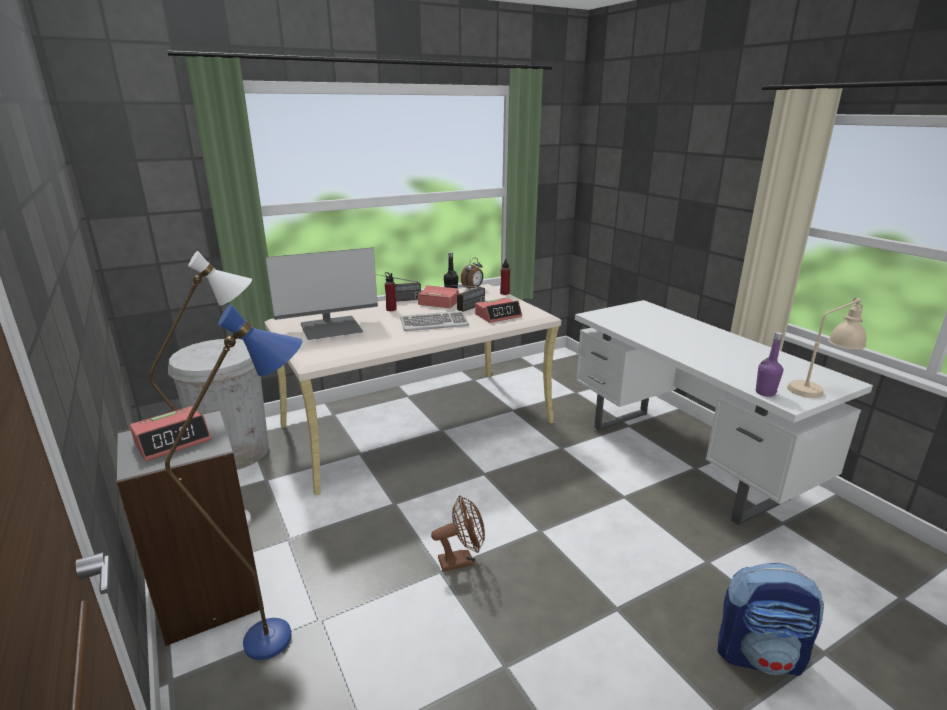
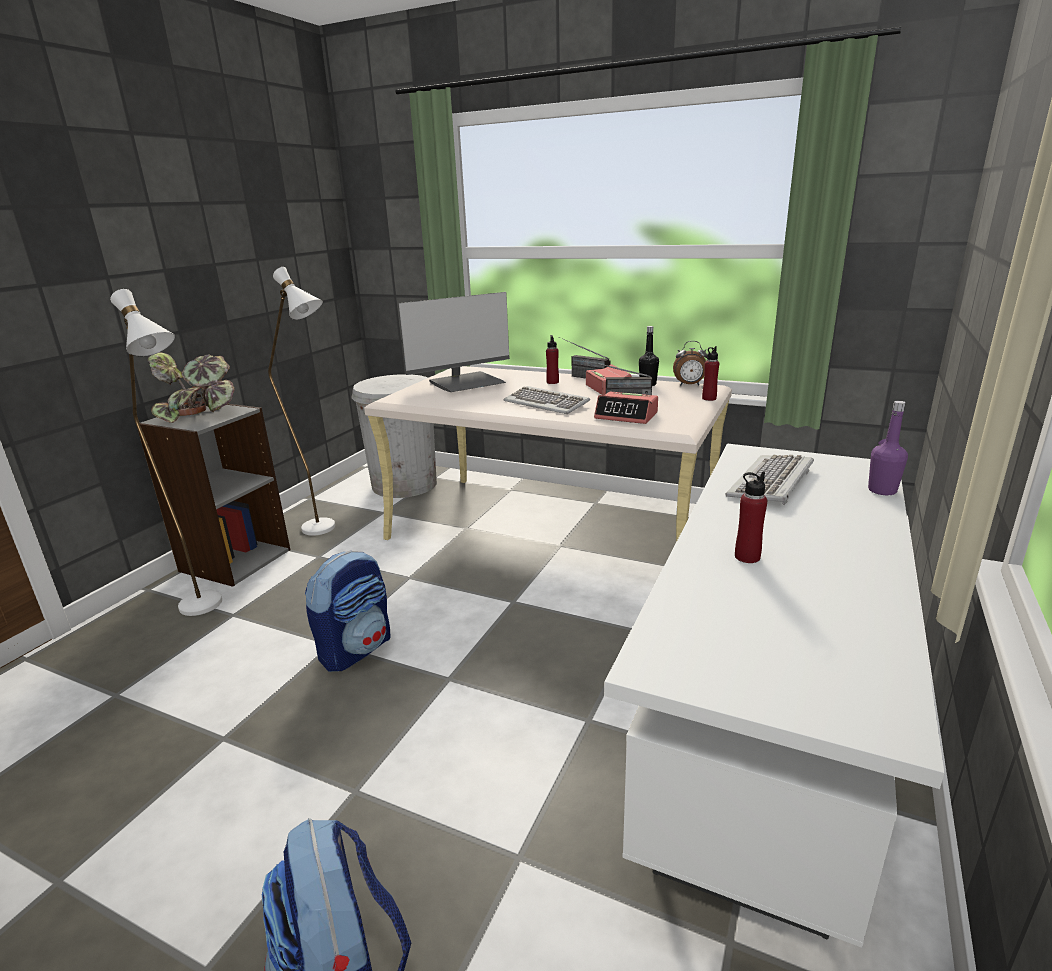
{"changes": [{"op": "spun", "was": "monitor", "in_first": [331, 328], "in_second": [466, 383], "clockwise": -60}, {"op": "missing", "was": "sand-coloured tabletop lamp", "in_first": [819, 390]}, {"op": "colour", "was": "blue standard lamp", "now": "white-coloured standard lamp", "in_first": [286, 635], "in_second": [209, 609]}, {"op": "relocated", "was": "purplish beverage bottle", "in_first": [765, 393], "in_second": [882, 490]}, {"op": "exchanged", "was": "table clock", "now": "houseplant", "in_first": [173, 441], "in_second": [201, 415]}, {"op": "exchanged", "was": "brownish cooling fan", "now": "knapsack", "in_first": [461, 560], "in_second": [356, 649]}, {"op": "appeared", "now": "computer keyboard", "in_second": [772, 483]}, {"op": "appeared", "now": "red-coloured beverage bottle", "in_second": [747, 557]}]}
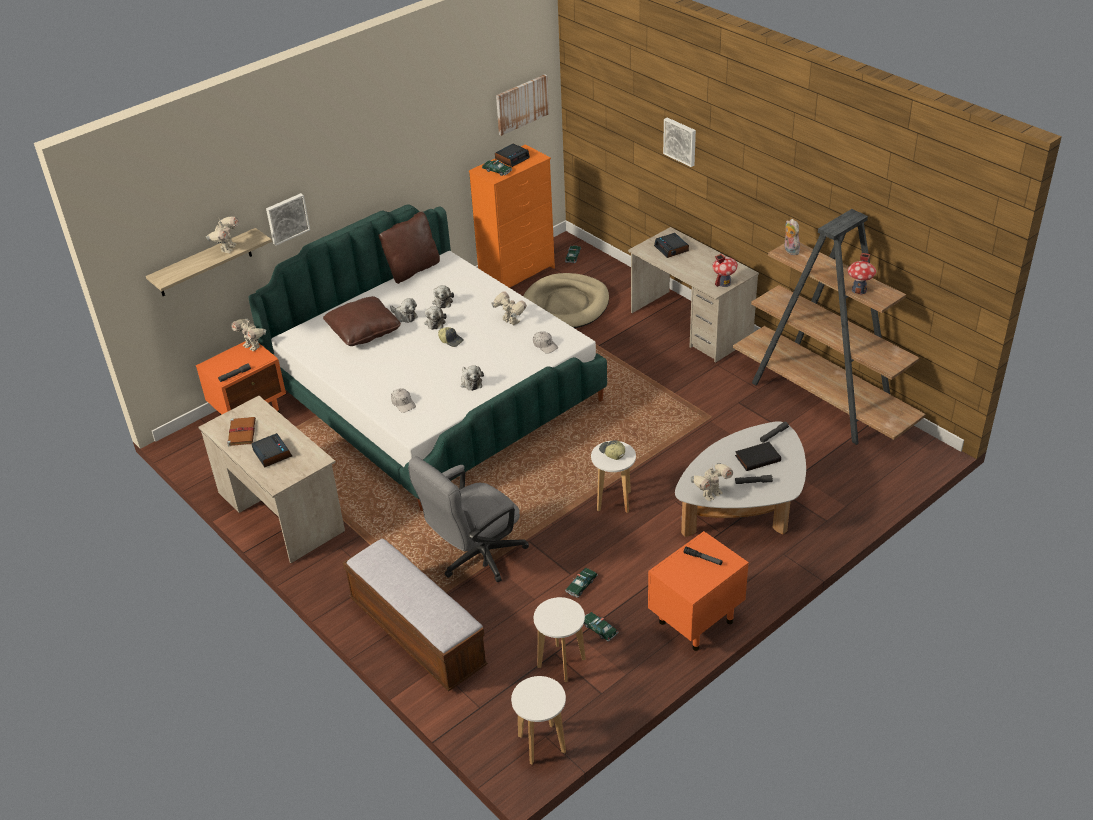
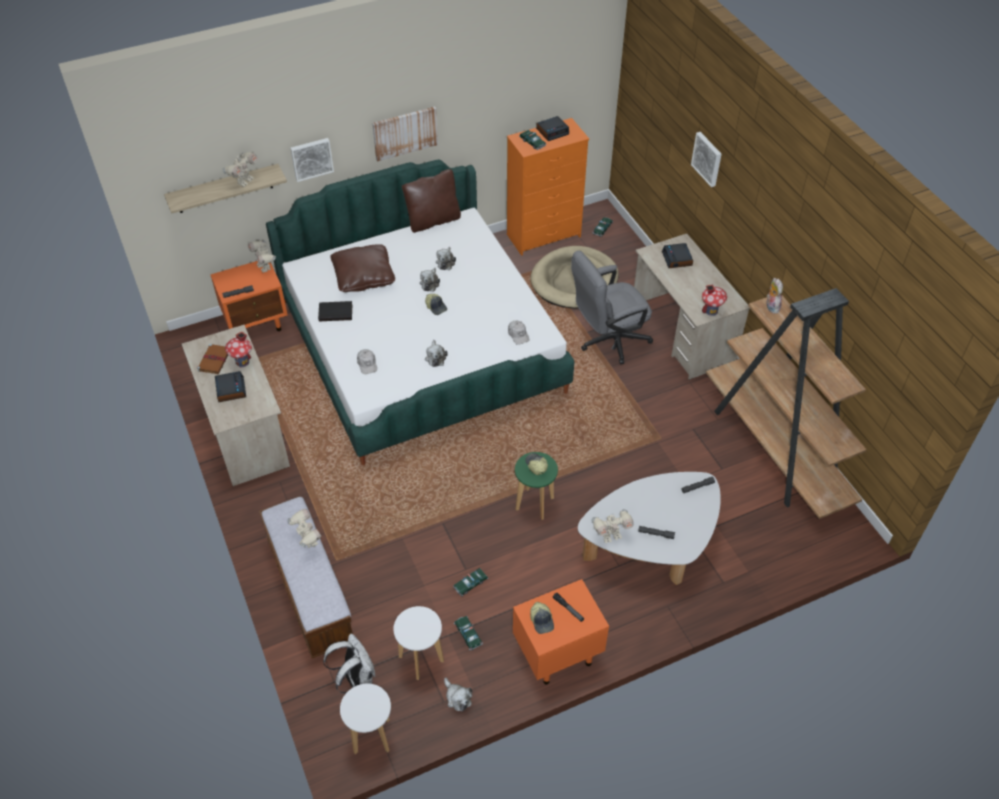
{"changes": [{"op": "relocated", "was": "wall art", "in_first": [522, 104], "in_second": [405, 133]}, {"op": "relocated", "was": "toy house", "in_first": [859, 290], "in_second": [242, 362]}, {"op": "relocated", "was": "robot figure", "in_first": [510, 322], "in_second": [308, 541]}, {"op": "relocated", "was": "soft toy", "in_first": [404, 316], "in_second": [457, 698]}, {"op": "colour", "was": "white-coloured stool seat", "now": "green-coloured stool seat", "in_first": [614, 501], "in_second": [534, 504]}, {"op": "relocated", "was": "black book", "in_first": [757, 457], "in_second": [336, 312]}, {"op": "relocated", "was": "gray desk chair", "in_first": [474, 558], "in_second": [607, 341]}, {"op": "appeared", "now": "baseball cap", "in_second": [542, 620]}, {"op": "appeared", "now": "white-coloured knapsack", "in_second": [356, 679]}]}
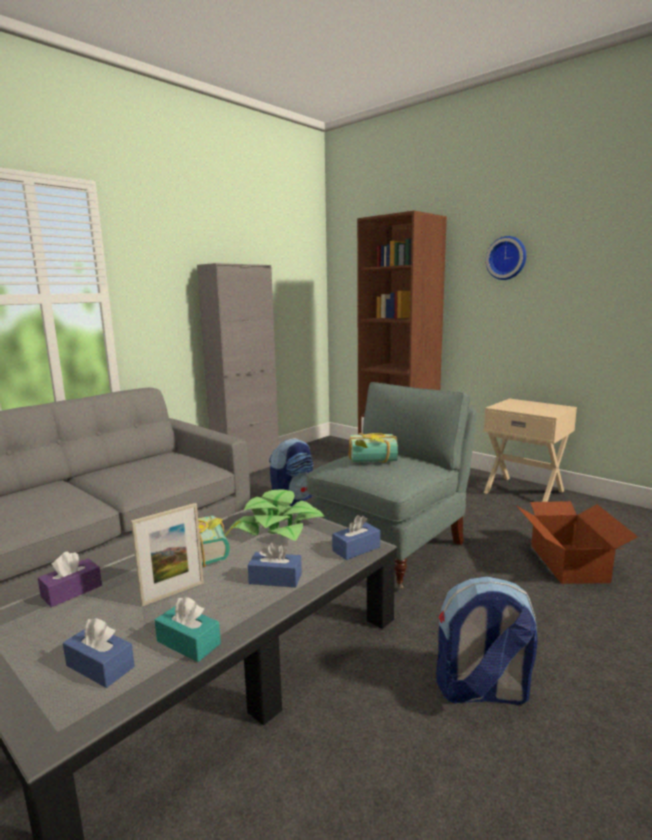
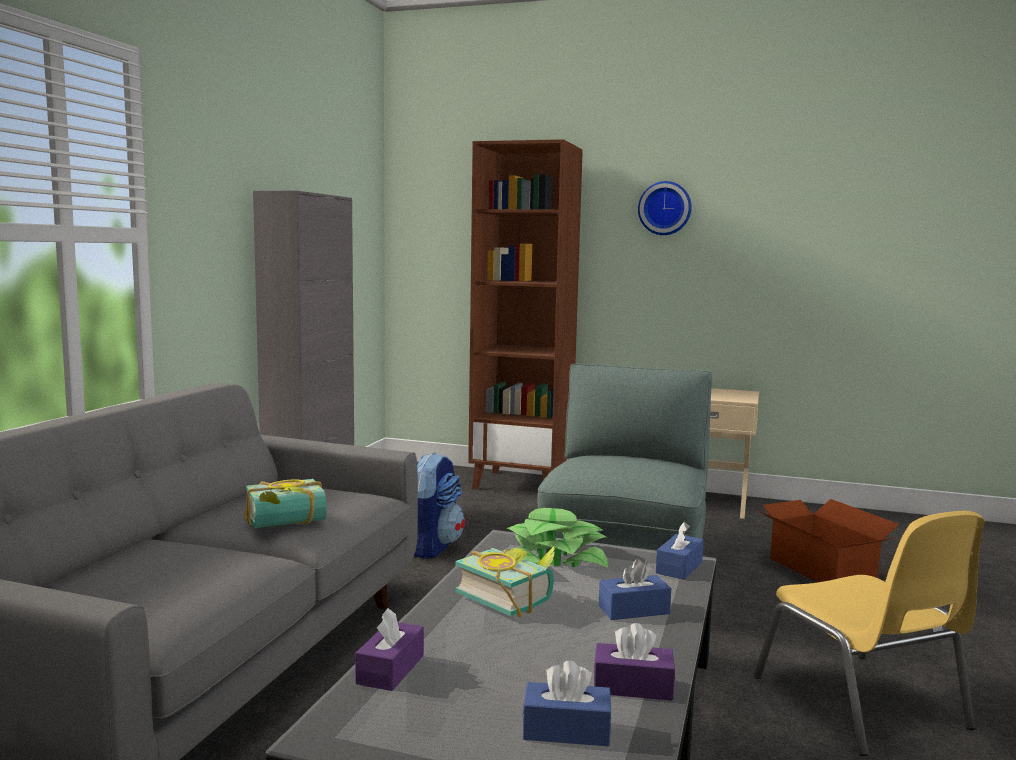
{"changes": [{"op": "relocated", "was": "book", "in_first": [373, 461], "in_second": [287, 524]}, {"op": "missing", "was": "standing frame", "in_first": [173, 593]}, {"op": "exchanged", "was": "knapsack", "now": "yellow-coloured chair", "in_first": [481, 692], "in_second": [862, 703]}, {"op": "colour", "was": "turquoise-coloured box of tissues", "now": "purplish box of tissues", "in_first": [188, 642], "in_second": [633, 686]}]}
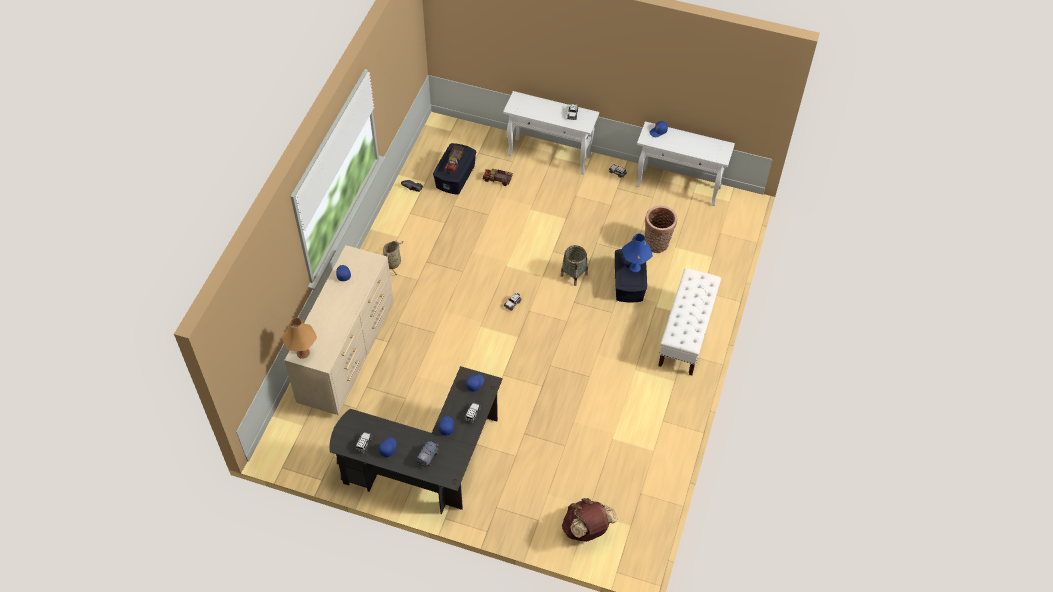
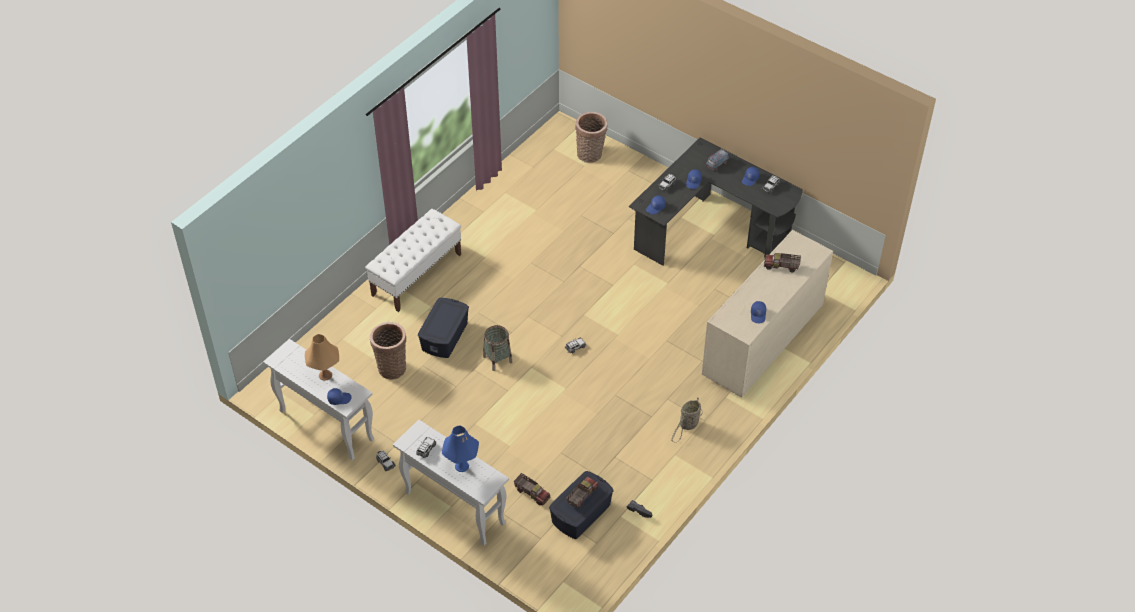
{"changes": [{"op": "relocated", "was": "blue tabletop lamp", "in_first": [635, 267], "in_second": [462, 466]}, {"op": "relocated", "was": "orangey tabletop lamp", "in_first": [303, 353], "in_second": [325, 375]}, {"op": "exchanged", "was": "brownish knapsack", "now": "storage basket", "in_first": [587, 530], "in_second": [591, 155]}, {"op": "appeared", "now": "toy lorry", "in_second": [781, 266]}]}
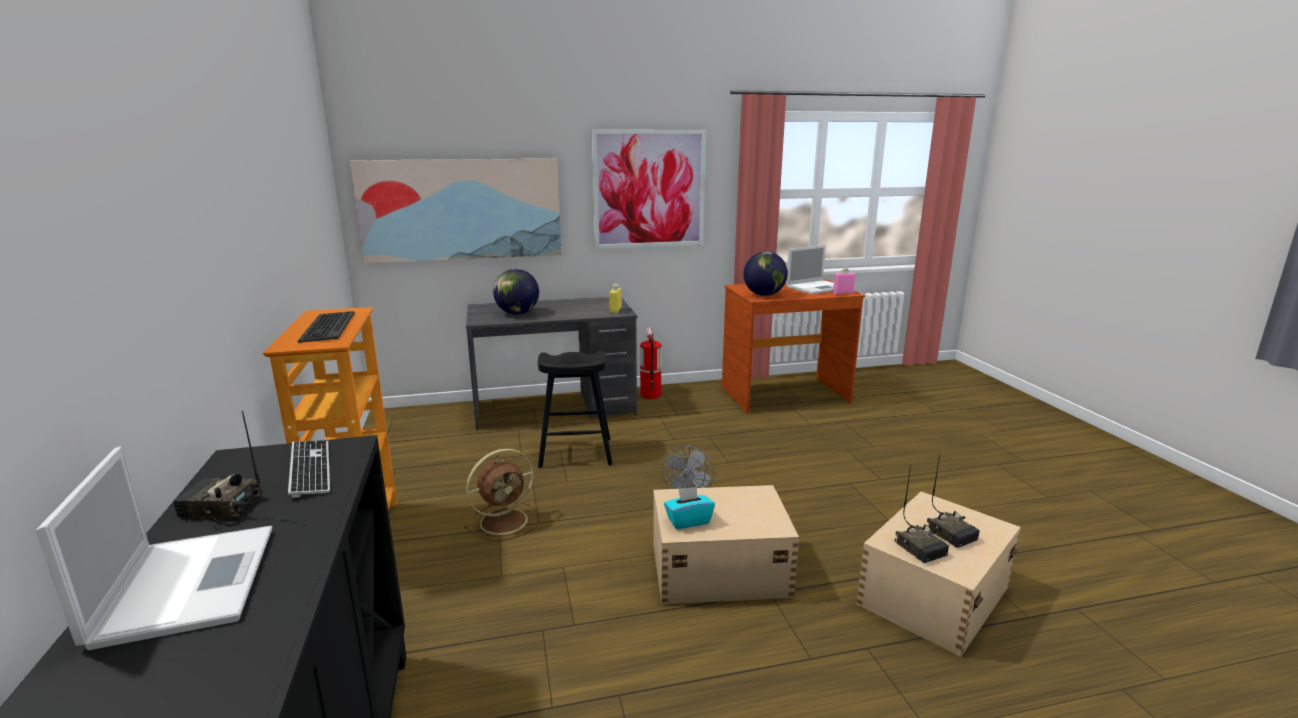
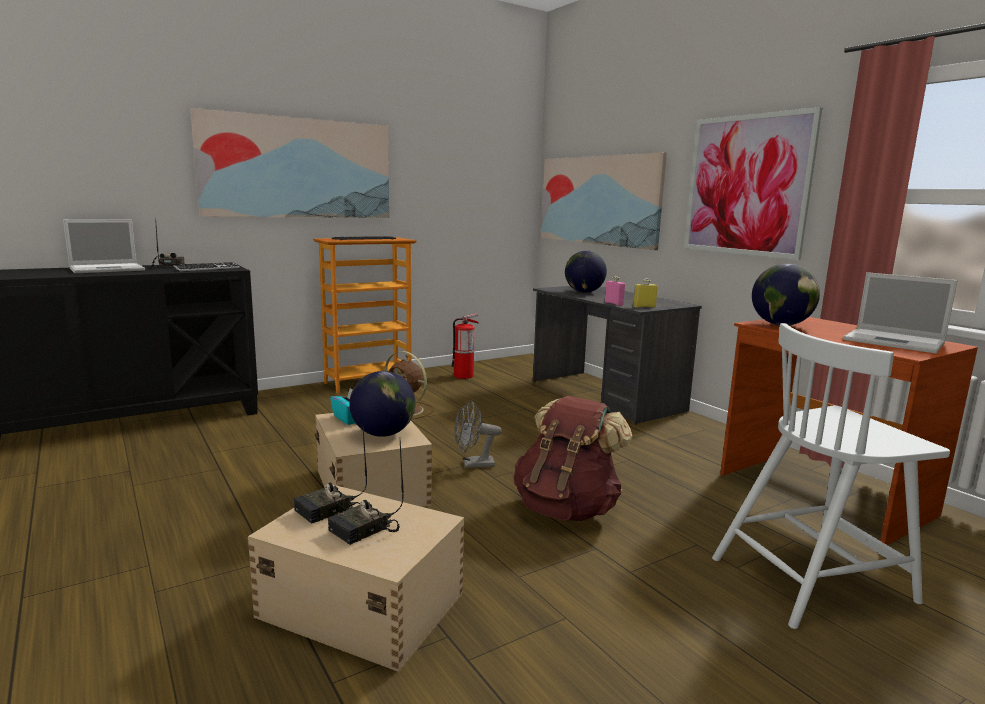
{"changes": [{"op": "relocated", "was": "pink-coloured beverage bottle", "in_first": [843, 293], "in_second": [614, 303]}, {"op": "relocated", "was": "fire extinguisher", "in_first": [650, 394], "in_second": [463, 376]}, {"op": "missing", "was": "black stool seat", "in_first": [576, 453]}, {"op": "appeared", "now": "wall art", "in_second": [298, 168]}, {"op": "appeared", "now": "white-coloured chair", "in_second": [813, 578]}, {"op": "appeared", "now": "desk globe", "in_second": [383, 434]}, {"op": "appeared", "now": "brownish knapsack", "in_second": [567, 509]}]}
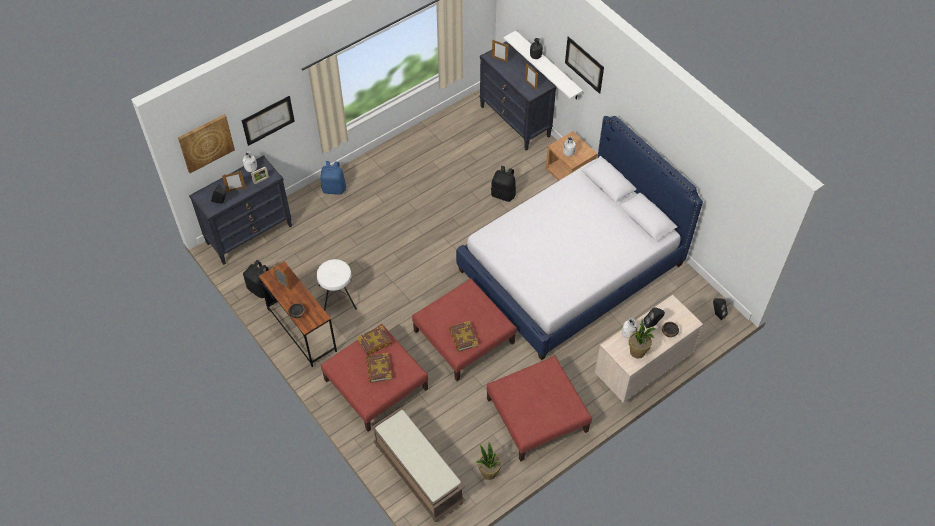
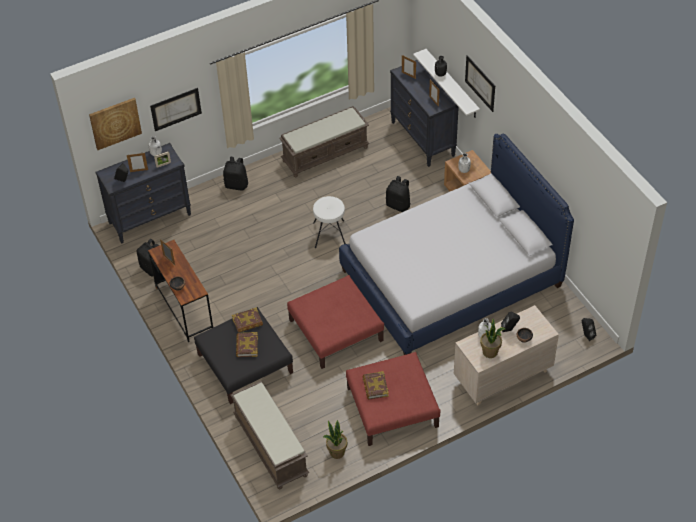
{"changes": [{"op": "colour", "was": "blue knapsack", "now": "black knapsack", "in_first": [334, 188], "in_second": [236, 184]}, {"op": "relocated", "was": "white-coloured stool seat", "in_first": [337, 297], "in_second": [330, 234]}, {"op": "relocated", "was": "book", "in_first": [463, 338], "in_second": [375, 387]}, {"op": "colour", "was": "red-coloured footrest", "now": "black footrest", "in_first": [376, 385], "in_second": [245, 364]}, {"op": "appeared", "now": "brownish long seat", "in_second": [325, 153]}]}
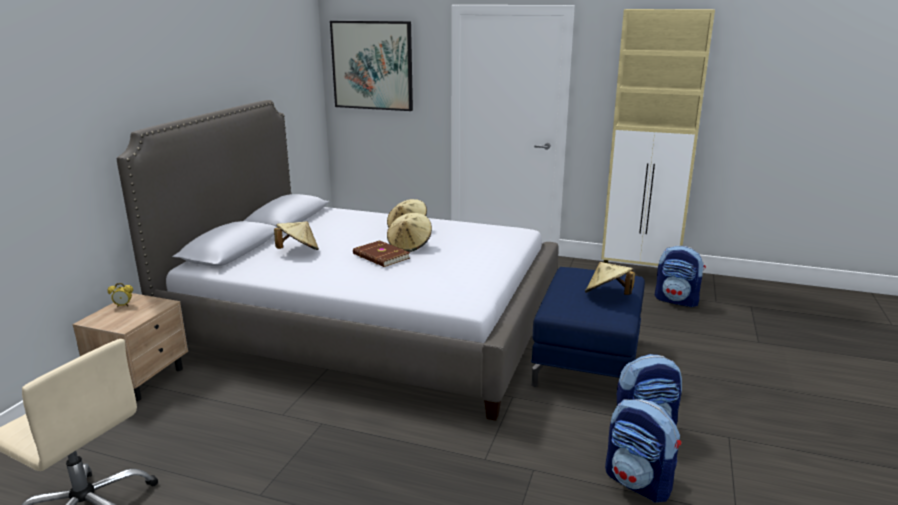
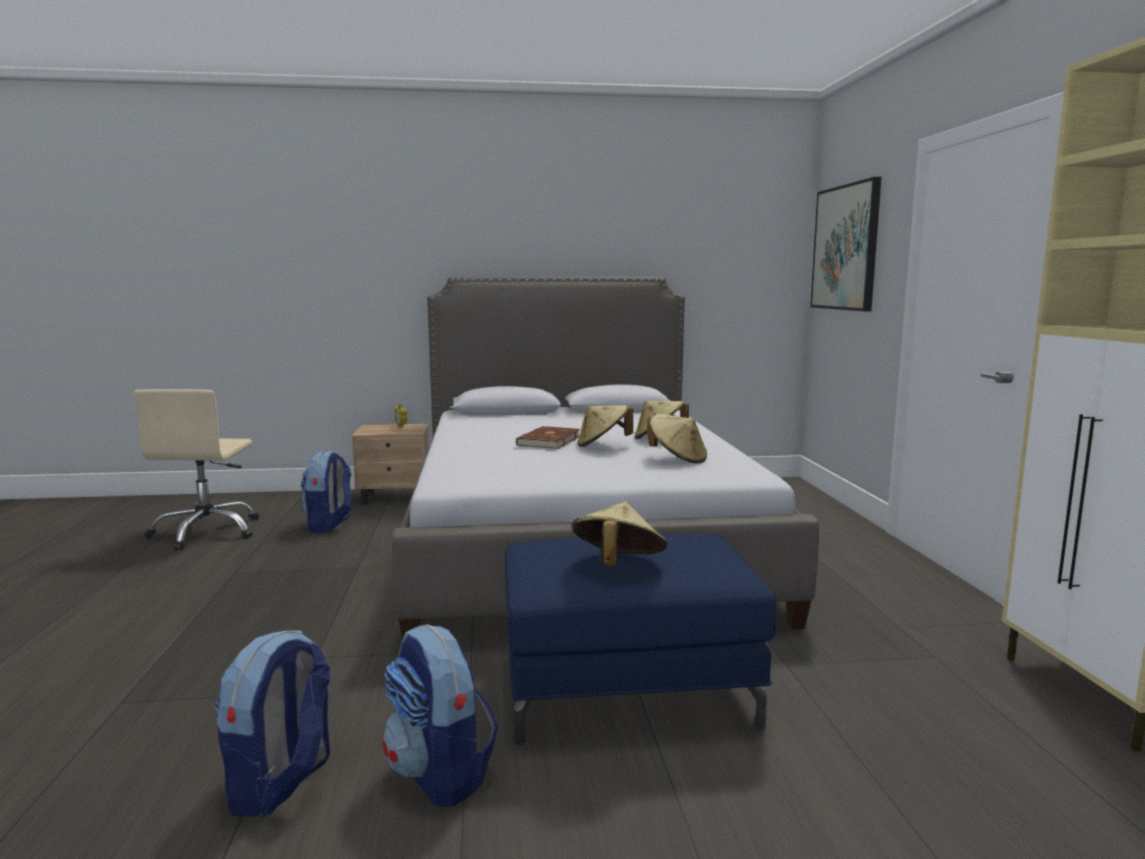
{"changes": [{"op": "relocated", "was": "sand-coloured wearable hat", "in_first": [298, 251], "in_second": [677, 459]}, {"op": "relocated", "was": "knapsack", "in_first": [677, 300], "in_second": [329, 525]}]}
